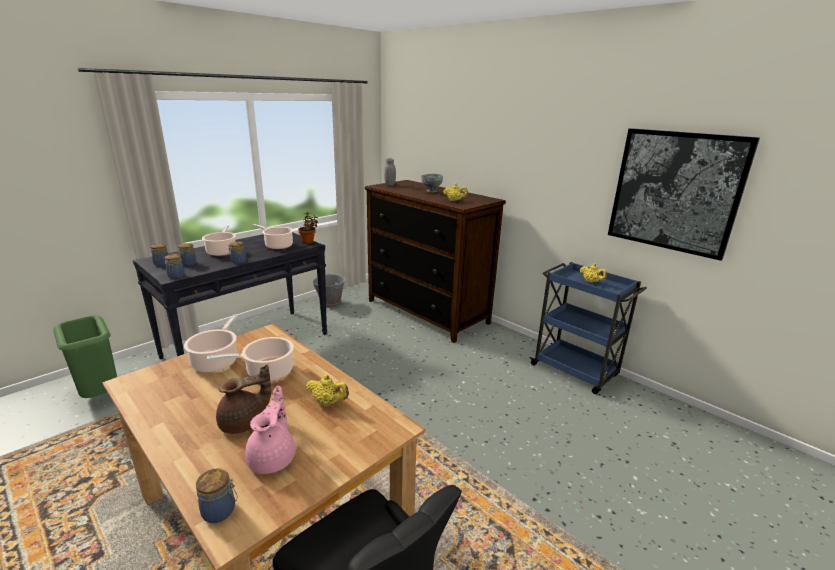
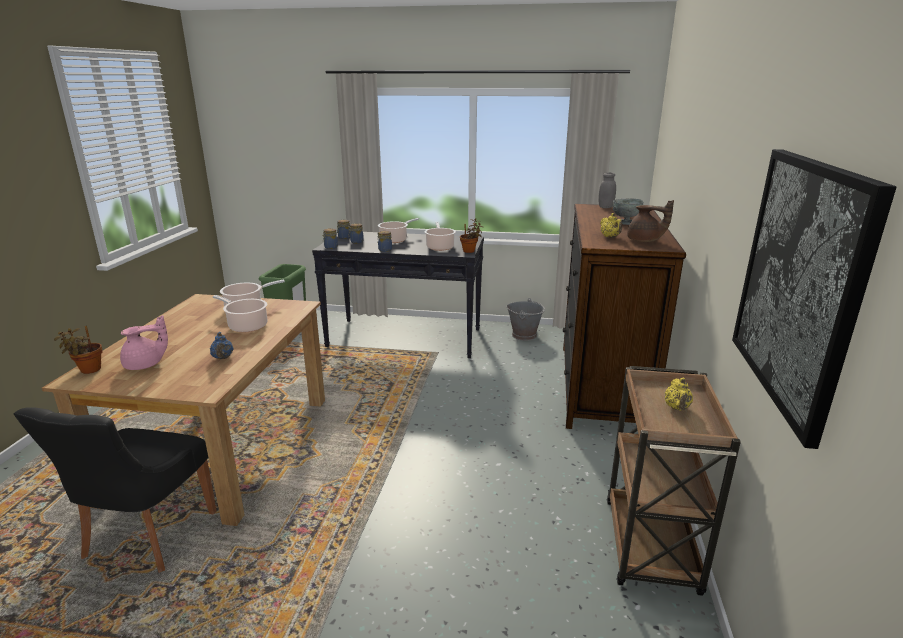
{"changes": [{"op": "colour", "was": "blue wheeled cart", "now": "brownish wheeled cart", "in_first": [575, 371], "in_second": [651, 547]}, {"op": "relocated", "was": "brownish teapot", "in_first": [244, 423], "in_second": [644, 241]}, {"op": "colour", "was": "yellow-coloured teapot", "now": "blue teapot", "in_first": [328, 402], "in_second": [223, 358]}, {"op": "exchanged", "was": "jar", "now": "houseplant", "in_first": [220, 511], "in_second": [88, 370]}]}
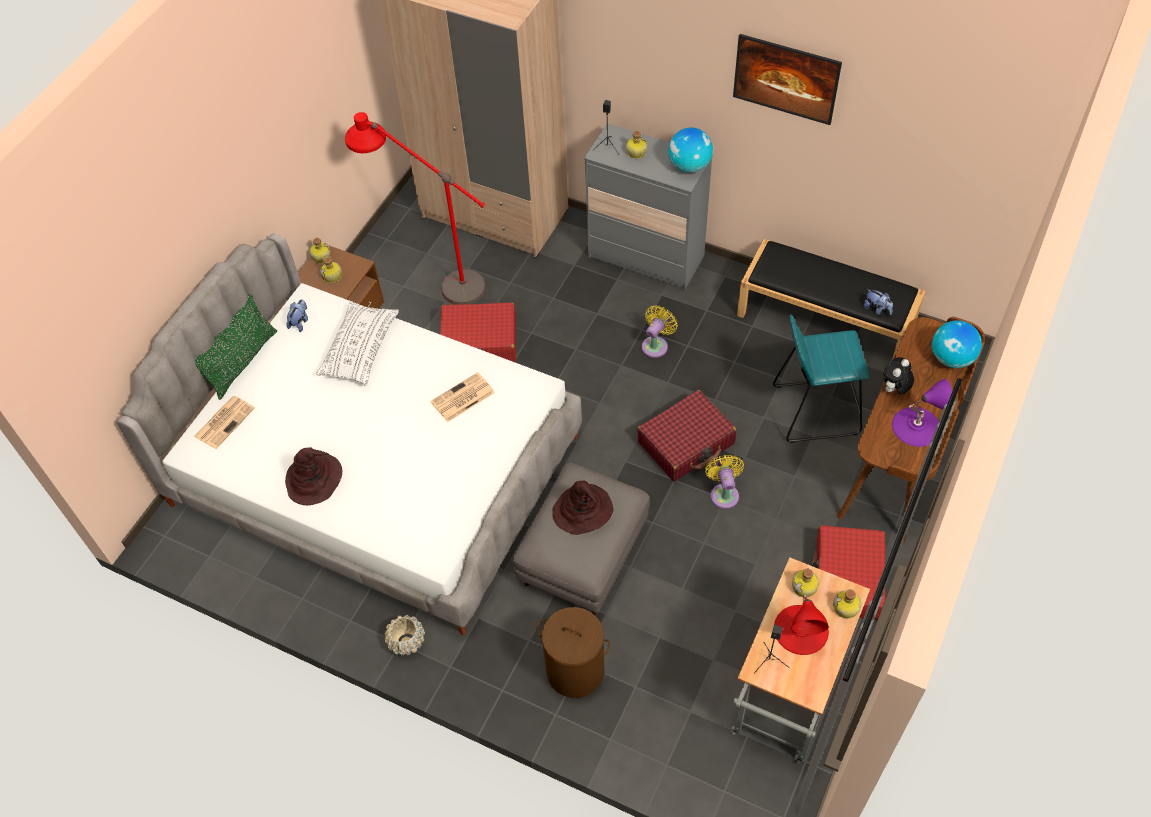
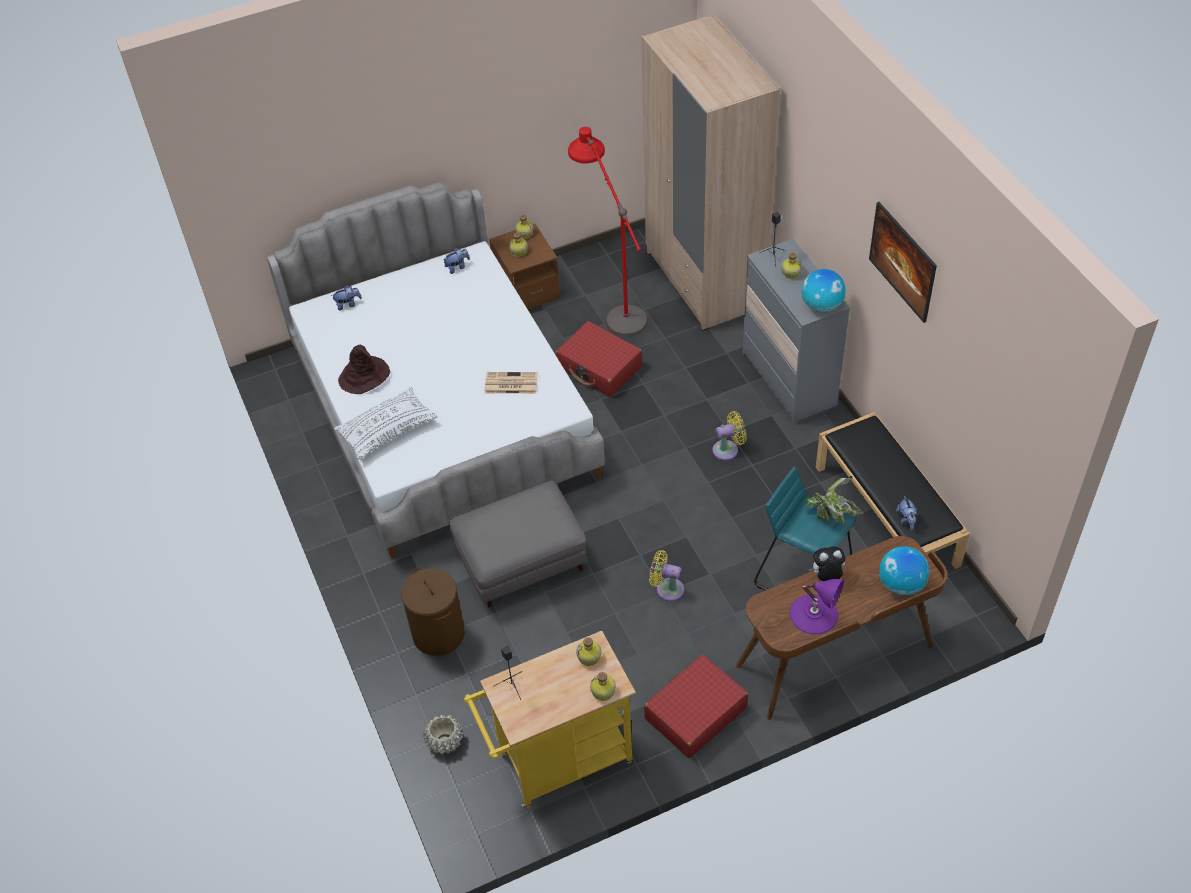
{"changes": [{"op": "missing", "was": "green-coloured cushion", "in_first": [243, 362]}, {"op": "relocated", "was": "white-coloured cushion", "in_first": [360, 349], "in_second": [387, 430]}, {"op": "missing", "was": "red-coloured piece of luggage", "in_first": [686, 443]}, {"op": "exchanged", "was": "newspaper", "now": "soft toy", "in_first": [225, 421], "in_second": [348, 304]}, {"op": "spun", "was": "yellow-coloured cooling fan", "in_first": [724, 493], "in_second": [667, 589], "clockwise": -105}, {"op": "missing", "was": "brownish wearable hat", "in_first": [583, 510]}, {"op": "colour", "was": "gray wheeled cart", "now": "yellow-coloured wheeled cart", "in_first": [785, 703], "in_second": [557, 762]}, {"op": "missing", "was": "red-coloured tabletop lamp", "in_first": [801, 629]}, {"op": "relocated", "was": "sand-coloured planter", "in_first": [406, 641], "in_second": [444, 741]}, {"op": "appeared", "now": "houseplant", "in_second": [830, 516]}]}
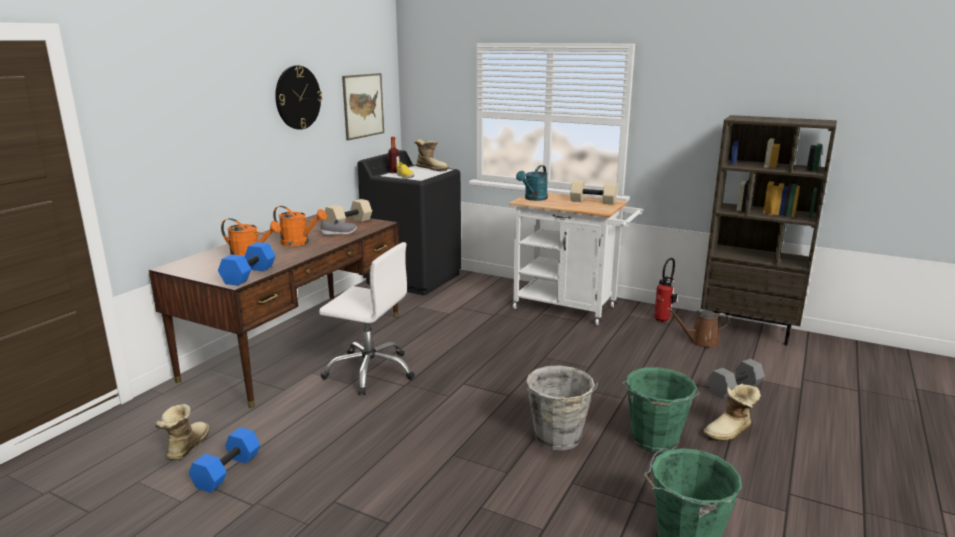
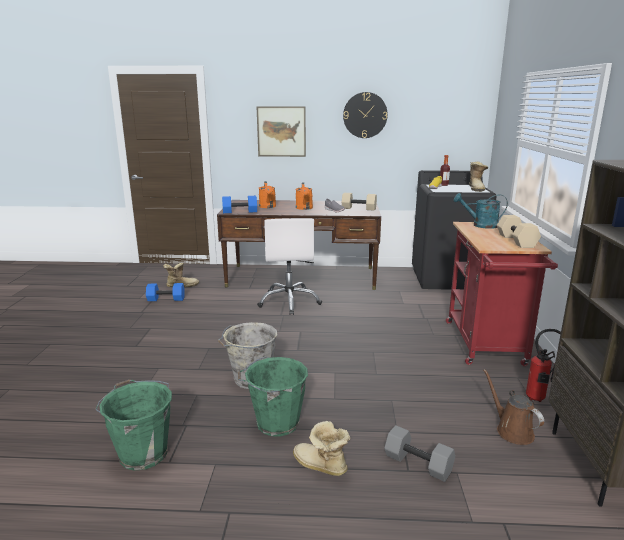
{"changes": [{"op": "relocated", "was": "wall art", "in_first": [363, 105], "in_second": [281, 131]}, {"op": "colour", "was": "white-coloured wheeled cart", "now": "red-coloured wheeled cart", "in_first": [571, 308], "in_second": [486, 346]}]}
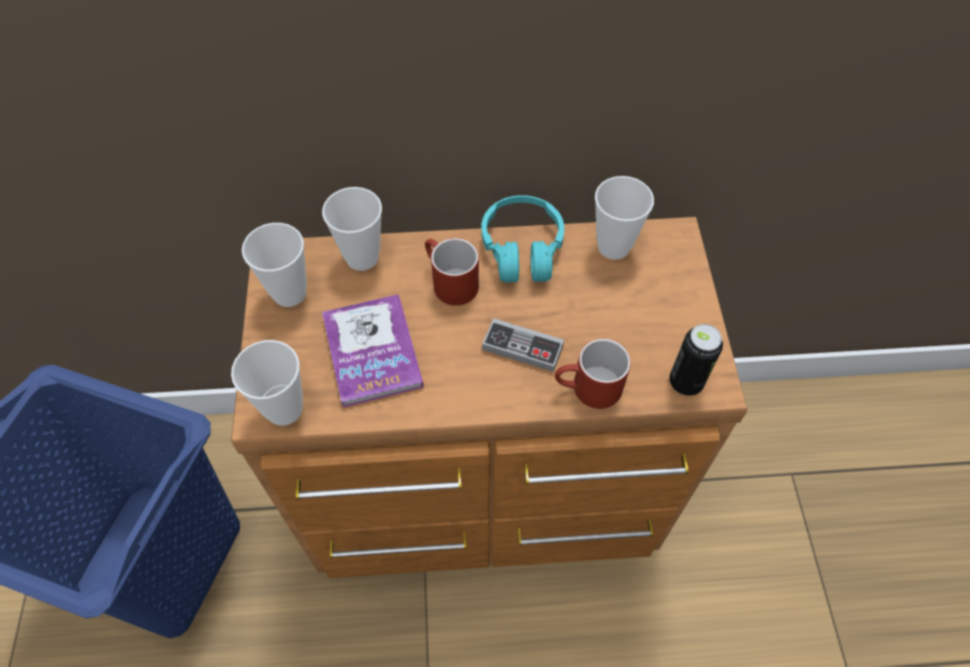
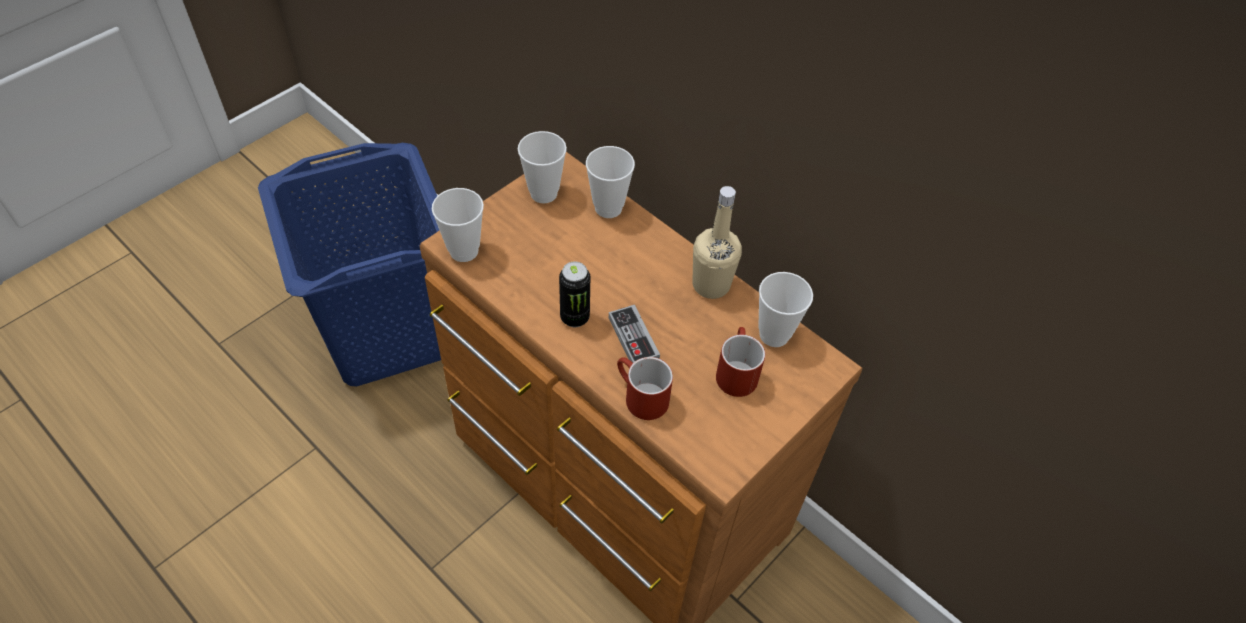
{"changes": [{"op": "exchanged", "was": "turquoise-coloured headphones", "now": "sand-coloured beverage bottle", "in_first": [522, 249], "in_second": [711, 285]}, {"op": "relocated", "was": "red-coloured mug", "in_first": [448, 282], "in_second": [735, 371]}, {"op": "missing", "was": "book", "in_first": [372, 351]}, {"op": "relocated", "was": "can", "in_first": [685, 382], "in_second": [575, 317]}]}
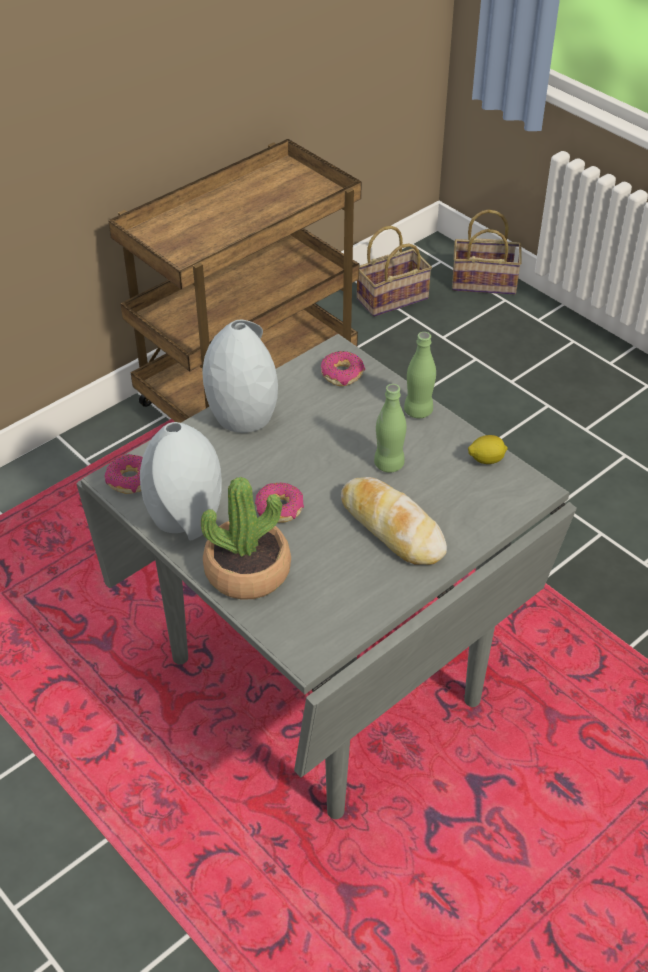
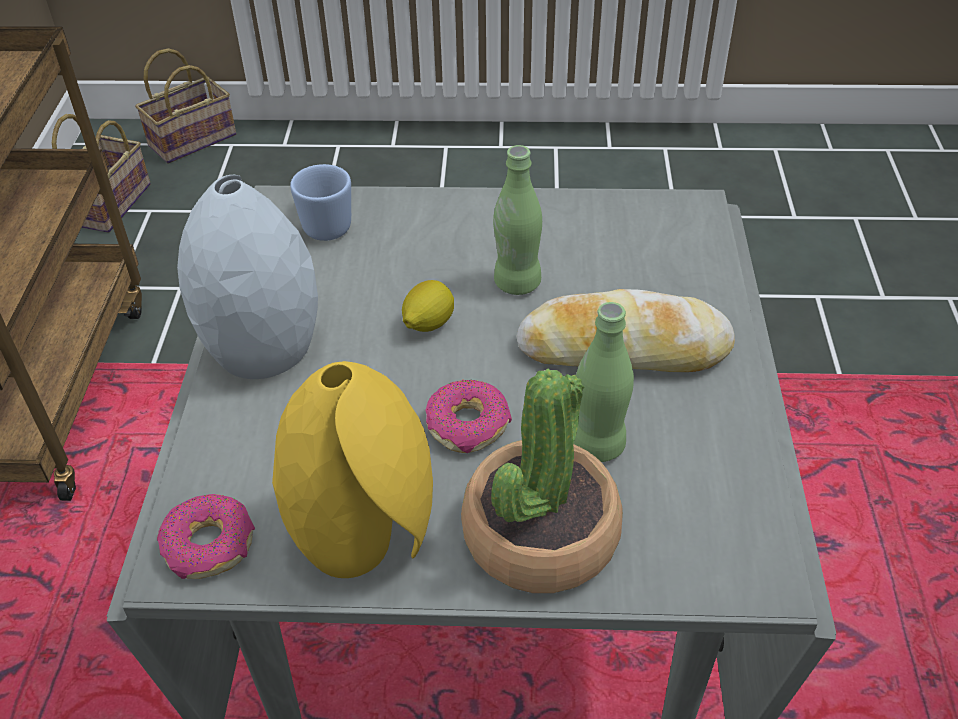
{"changes": [{"op": "relocated", "was": "green-coloured beverage bottle", "in_first": [418, 411], "in_second": [597, 445]}, {"op": "exchanged", "was": "donut", "now": "blue mug", "in_first": [342, 374], "in_second": [323, 223]}, {"op": "colour", "was": "gray decorative vase", "now": "yellow-coloured decorative vase", "in_first": [186, 520], "in_second": [367, 536]}, {"op": "relocated", "was": "citrus fruit", "in_first": [486, 460], "in_second": [428, 324]}]}
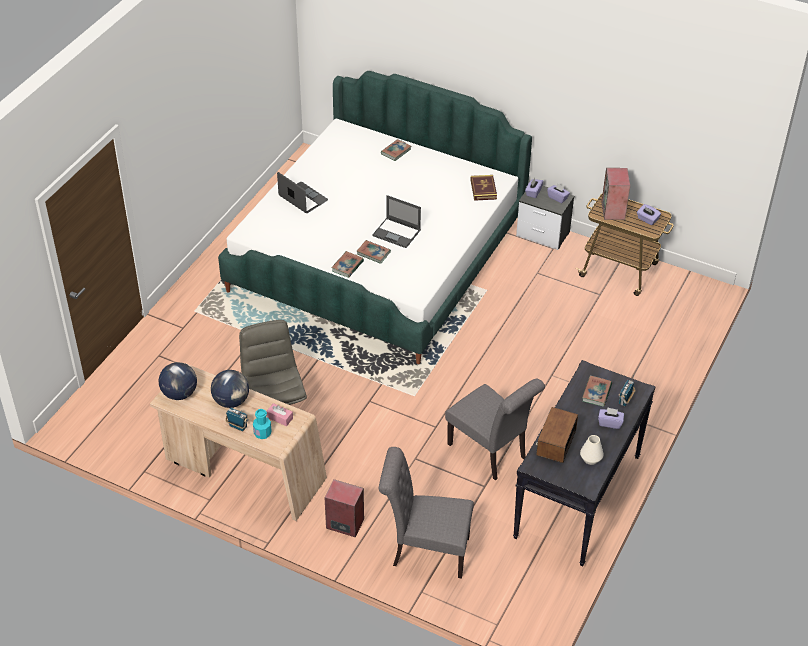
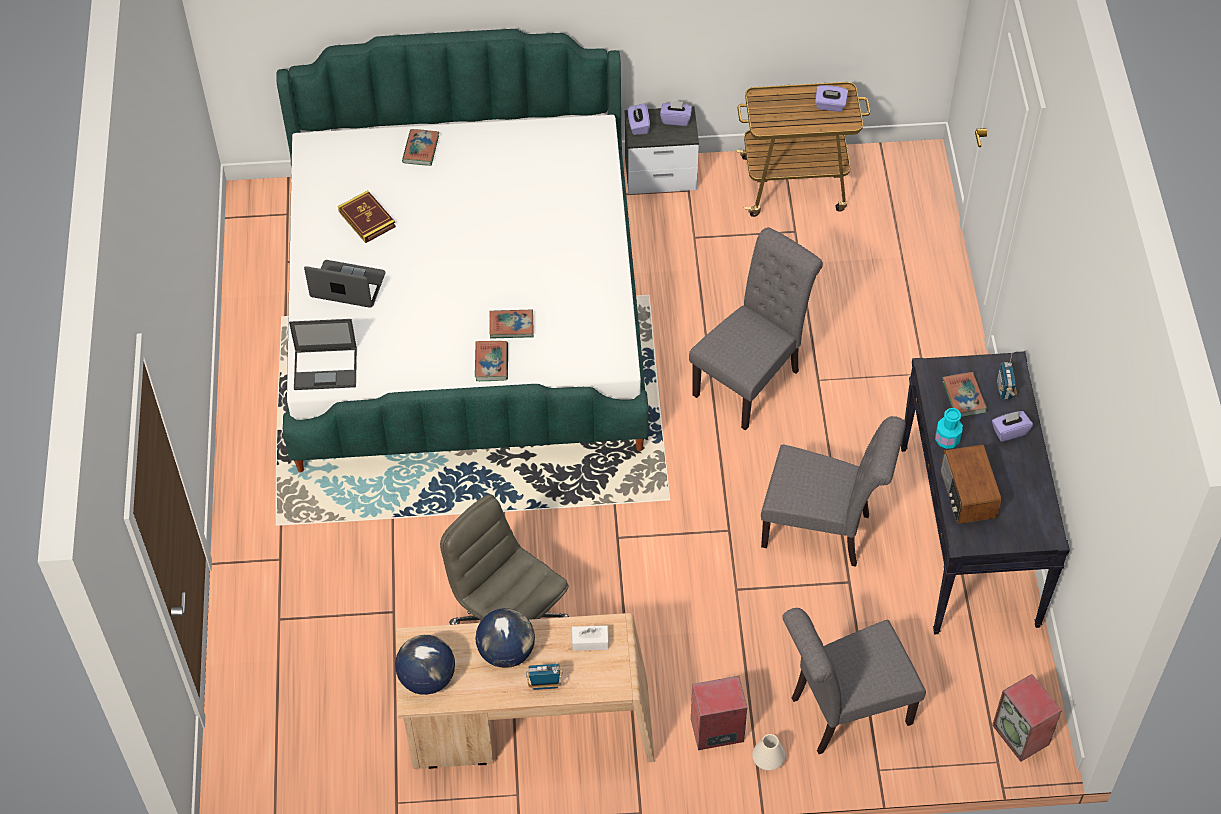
{"changes": [{"op": "relocated", "was": "loudspeaker", "in_first": [613, 211], "in_second": [1021, 735]}, {"op": "relocated", "was": "book", "in_first": [483, 189], "in_second": [367, 219]}, {"op": "relocated", "was": "notebook computer", "in_first": [397, 233], "in_second": [326, 368]}, {"op": "colour", "was": "pink-coloured box of tissues", "now": "white-coloured box of tissues", "in_first": [280, 418], "in_second": [590, 641]}, {"op": "relocated", "was": "turquoise-coloured beverage bottle", "in_first": [262, 433], "in_second": [947, 439]}, {"op": "relocated", "was": "white-coloured decorative vase", "in_first": [590, 459], "in_second": [767, 760]}, {"op": "appeared", "now": "gray chair", "in_second": [751, 379]}]}
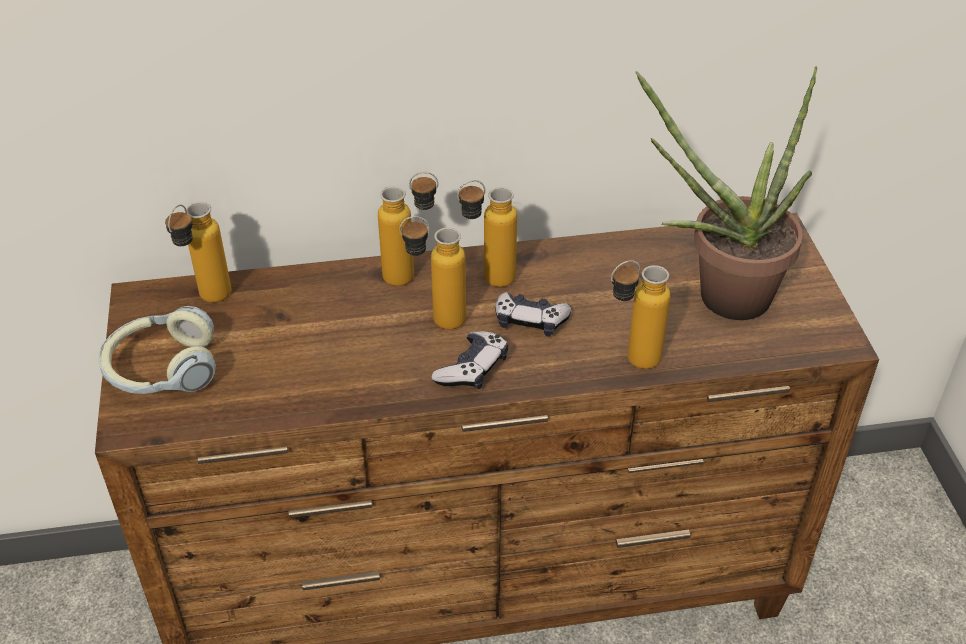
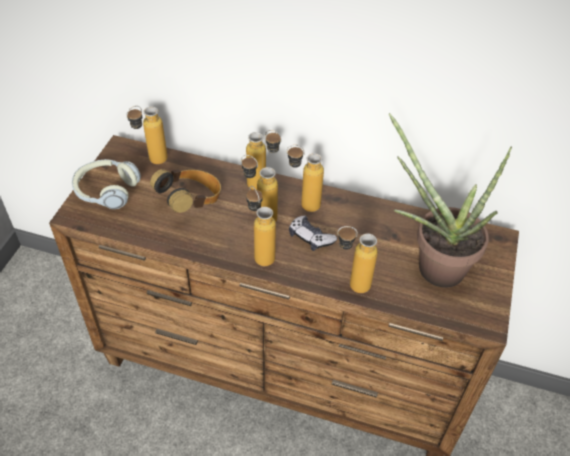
{"changes": [{"op": "exchanged", "was": "game controller", "now": "beverage bottle", "in_first": [472, 369], "in_second": [260, 253]}, {"op": "appeared", "now": "headphones", "in_second": [191, 202]}]}
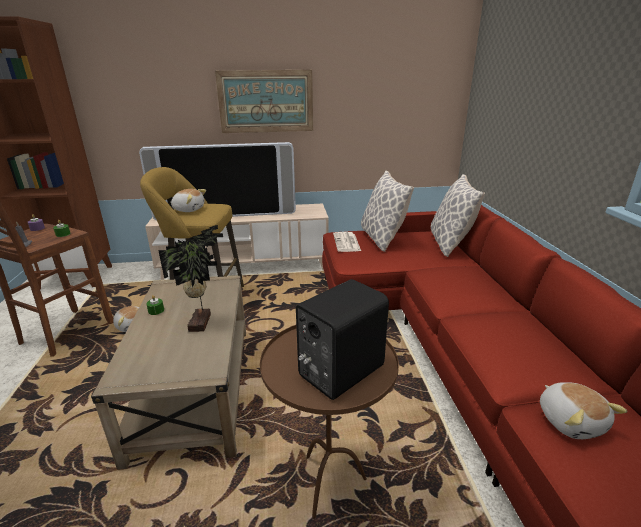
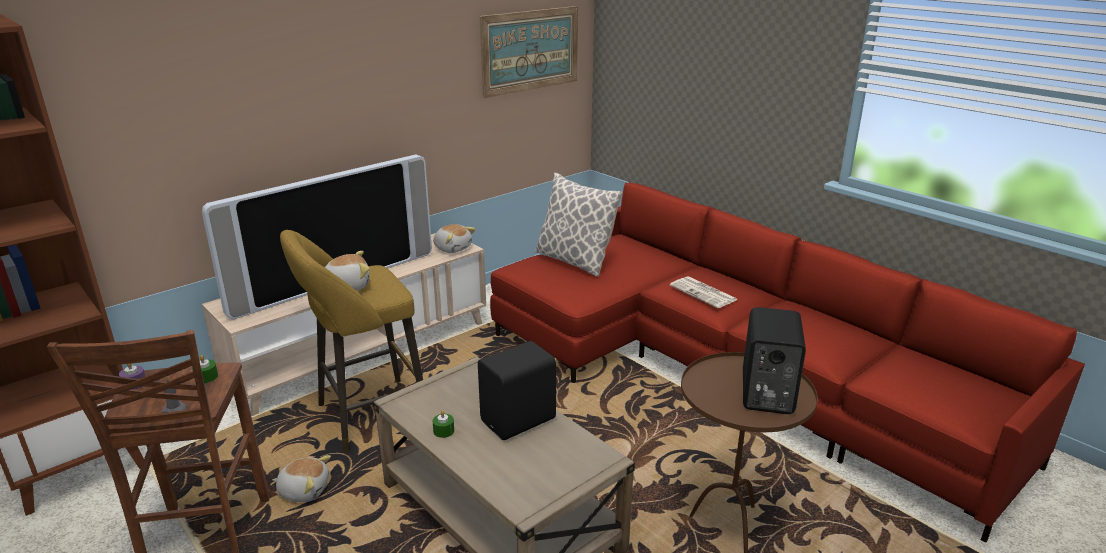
{"changes": [{"op": "relocated", "was": "wall art", "in_first": [266, 101], "in_second": [530, 50]}, {"op": "missing", "was": "cushion", "in_first": [450, 244]}, {"op": "exchanged", "was": "houseplant", "now": "black loudspeaker", "in_first": [202, 322], "in_second": [520, 421]}, {"op": "relocated", "was": "newspaper", "in_first": [347, 243], "in_second": [704, 293]}, {"op": "relocated", "was": "soft toy", "in_first": [570, 421], "in_second": [453, 248]}]}
